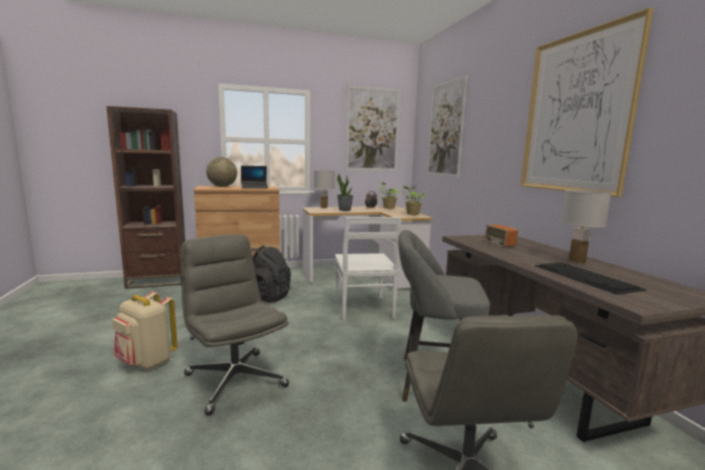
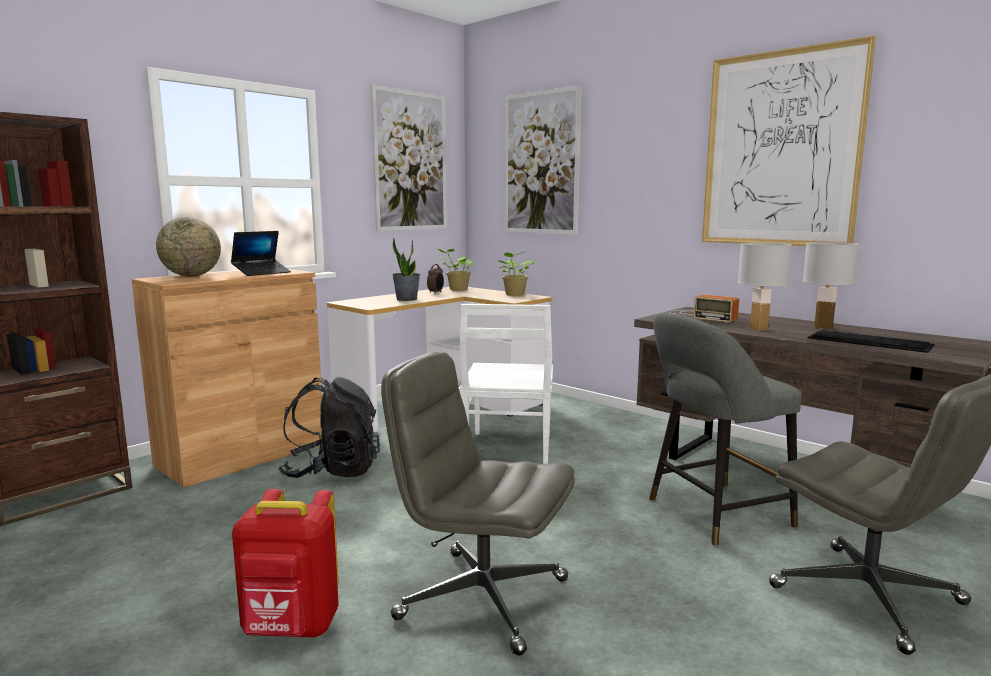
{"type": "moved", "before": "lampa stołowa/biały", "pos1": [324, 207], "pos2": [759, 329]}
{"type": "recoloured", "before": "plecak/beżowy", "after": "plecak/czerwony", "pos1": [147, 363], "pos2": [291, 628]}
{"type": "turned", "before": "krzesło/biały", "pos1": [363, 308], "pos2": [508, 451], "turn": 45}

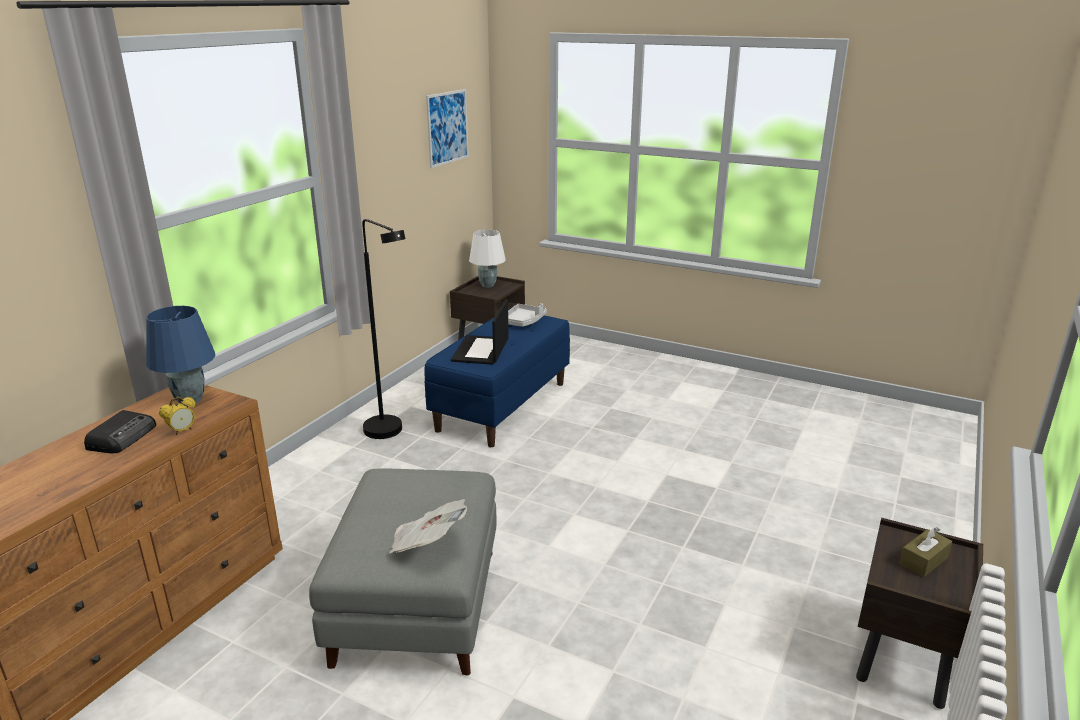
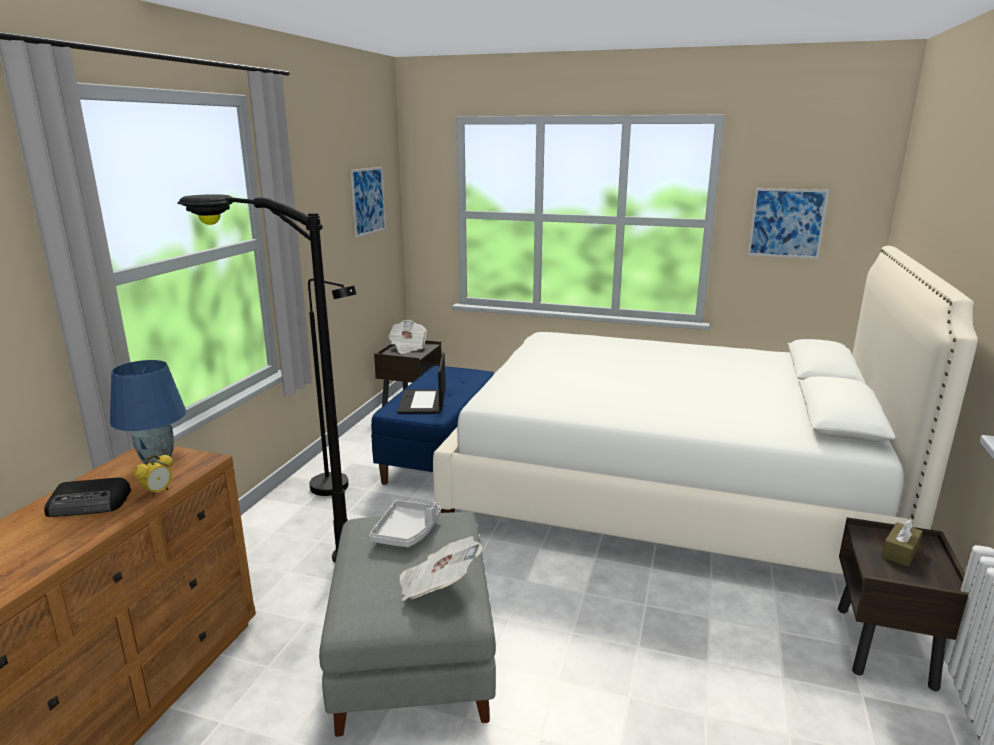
{"type": "added", "after": "lampa stojąca/czarny", "pos2": [279, 546]}
{"type": "added", "after": "łóżko/biały", "pos2": [665, 489]}
{"type": "added", "after": "obraz", "pos2": [787, 223]}
{"type": "moved", "before": "taca/szary", "pos1": [523, 321], "pos2": [407, 532]}
{"type": "replaced", "before": "lampa stołowa/biały", "after": "gazeta", "pos1": [488, 285], "pos2": [407, 347]}
{"type": "turned", "before": "radio", "pos1": [123, 437], "pos2": [90, 504], "turn": 75}

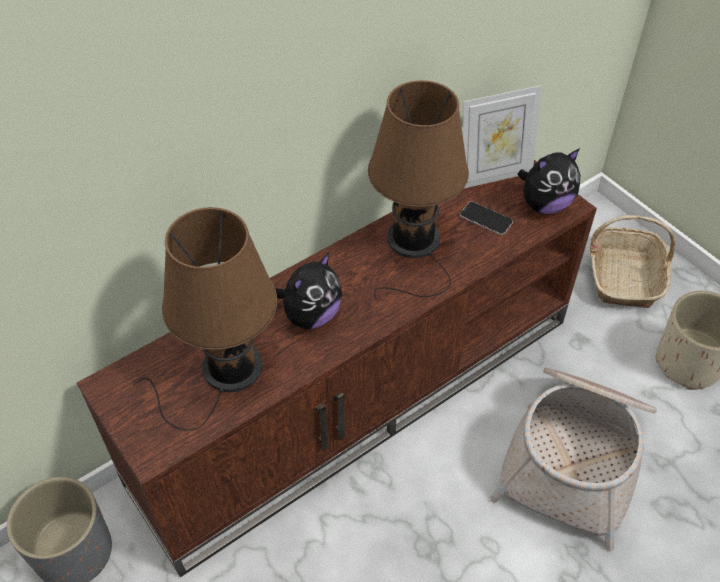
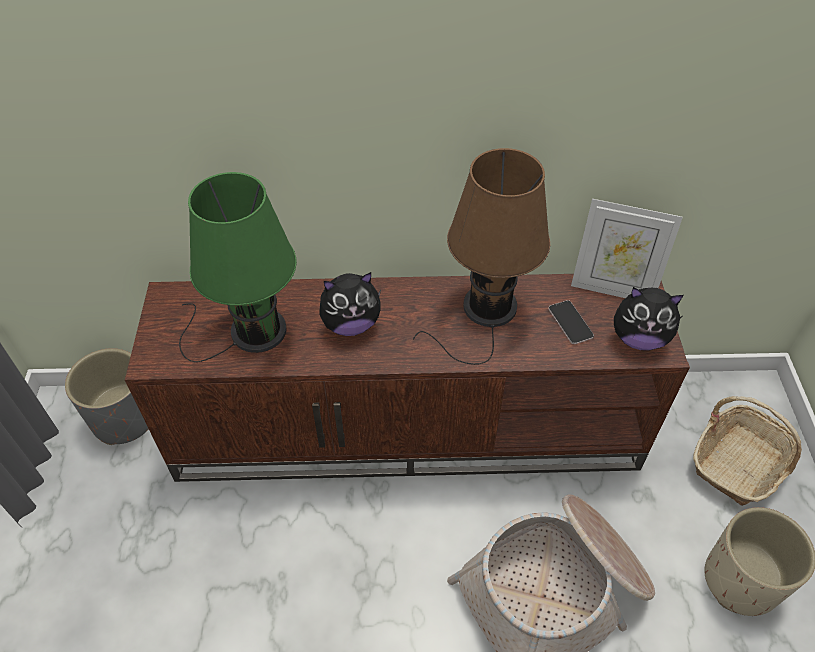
{"type": "recoloured", "before": "lampa stołowa/brązowy", "after": "lampa stołowa/zielony", "pos1": [226, 371], "pos2": [251, 331]}

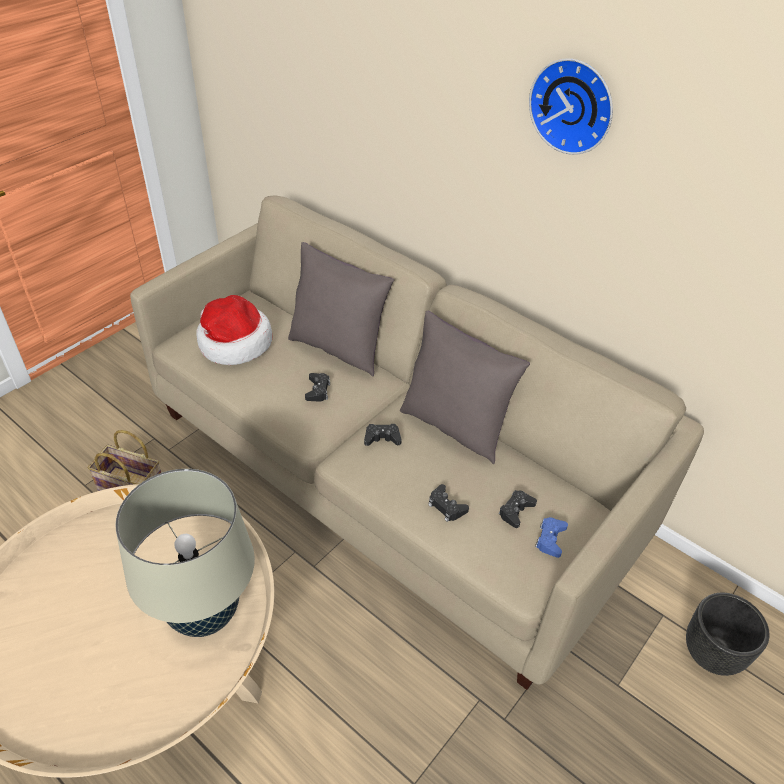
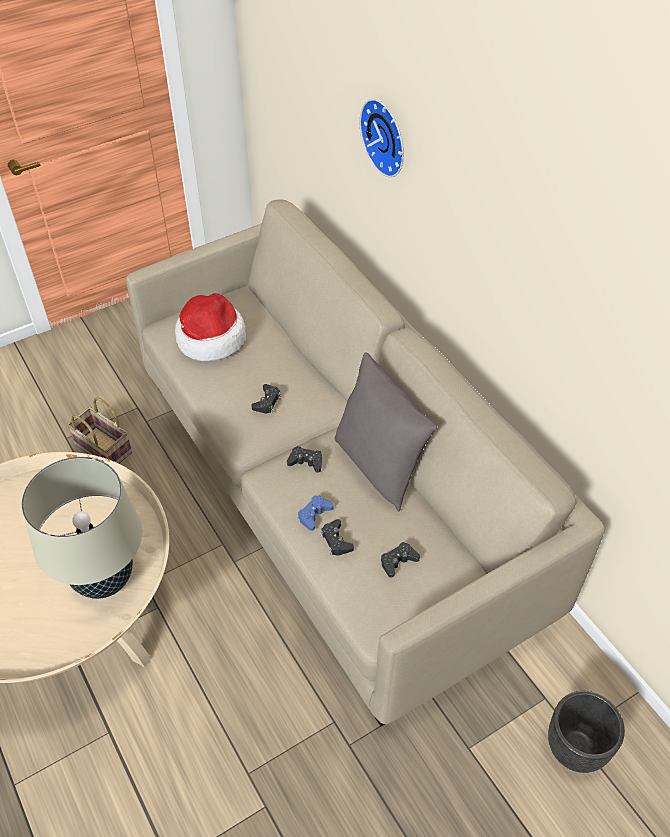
{"type": "removed", "before": "poduszka/szary", "pos1": [338, 348]}
{"type": "moved", "before": "zegar ścienny", "pos1": [573, 105], "pos2": [386, 136]}
{"type": "moved", "before": "pad do gier/niebieski", "pos1": [550, 539], "pos2": [314, 514]}

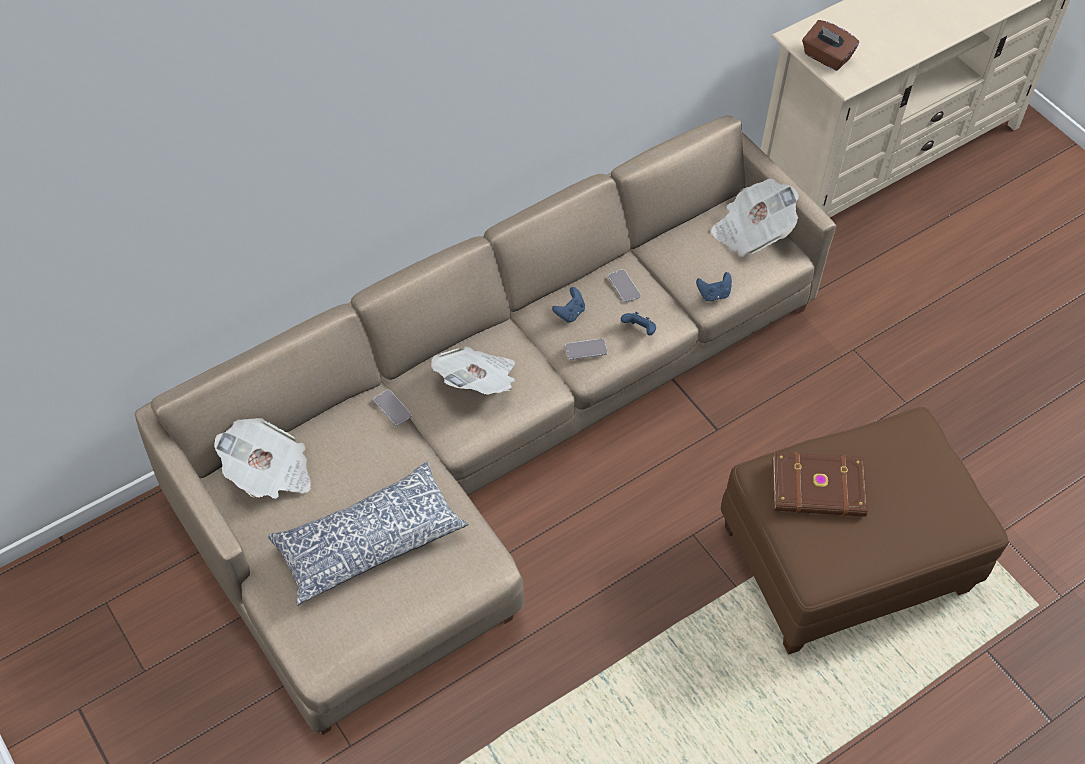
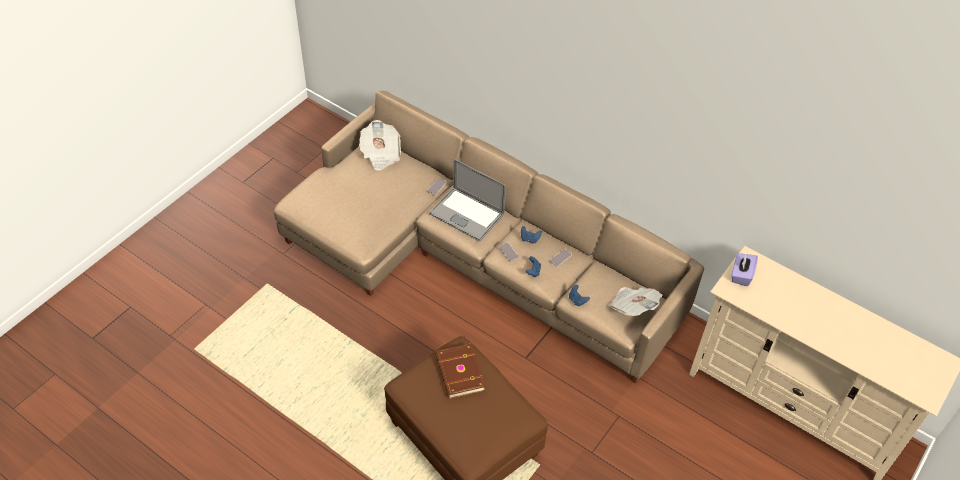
{"type": "removed", "before": "poduszka", "pos1": [367, 541]}
{"type": "replaced", "before": "gazeta", "after": "laptop", "pos1": [478, 383], "pos2": [466, 214]}
{"type": "recoloured", "before": "pudełko chusteczek/brązowy", "after": "pudełko chusteczek/fioletowy", "pos1": [826, 57], "pos2": [741, 275]}

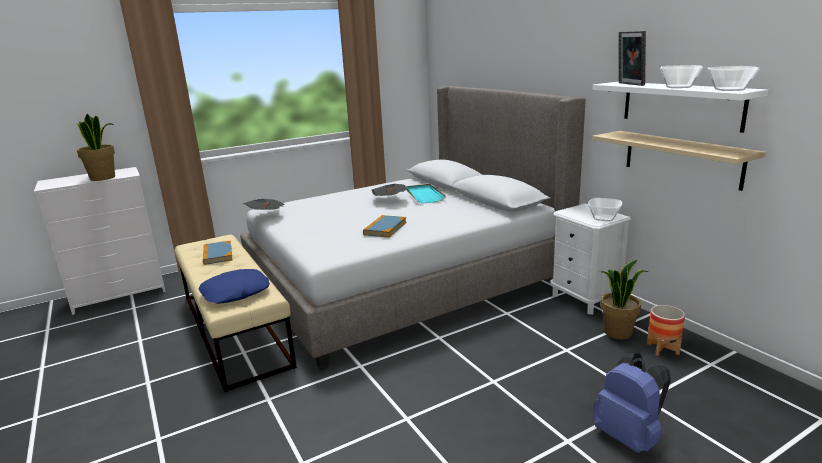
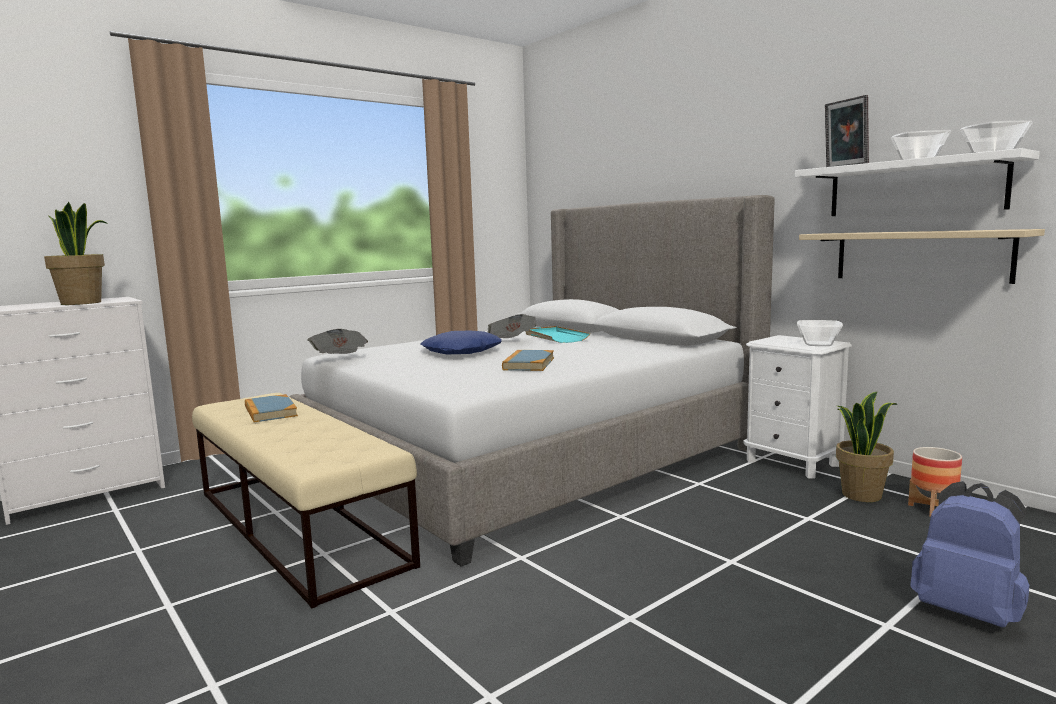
{"type": "moved", "before": "poduszka/niebieski", "pos1": [235, 293], "pos2": [462, 351]}

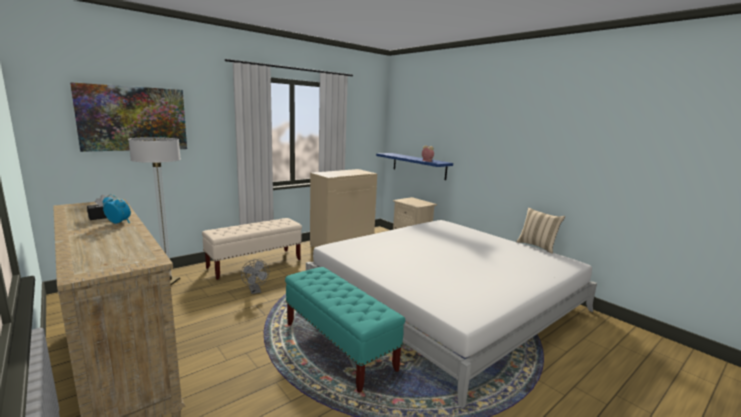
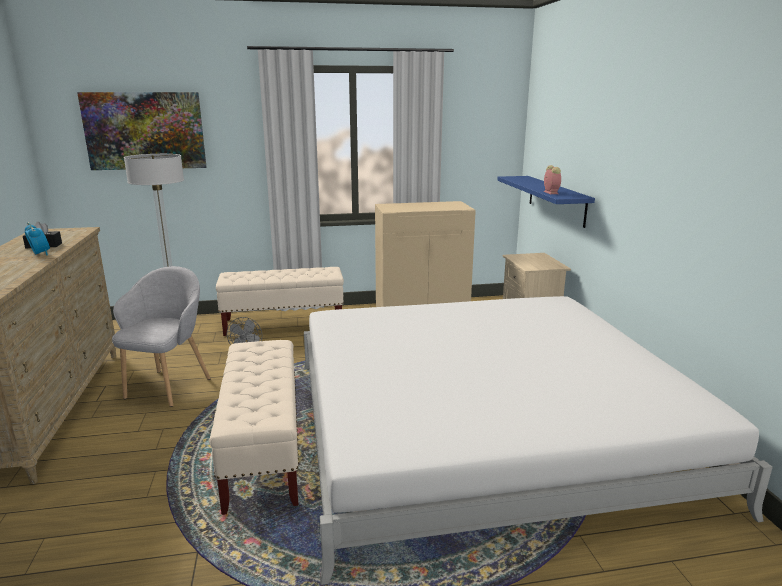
{"type": "removed", "before": "poduszka/beżowy", "pos1": [537, 246]}
{"type": "added", "after": "fotel/szary", "pos2": [169, 386]}
{"type": "recoloured", "before": "ławka/turkusowy", "after": "ławka/beżowy", "pos1": [338, 346], "pos2": [263, 451]}

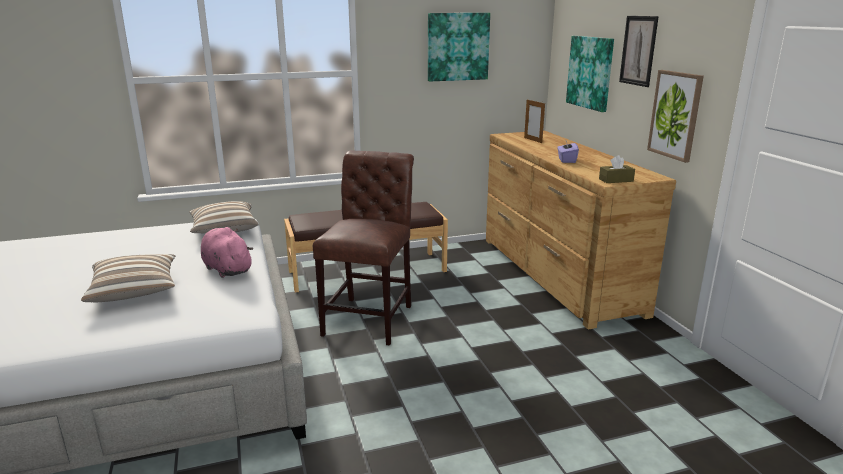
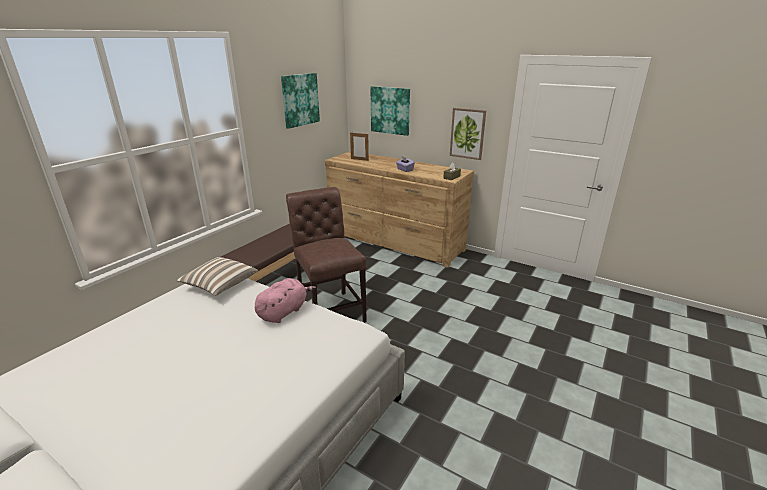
{"type": "removed", "before": "poduszka", "pos1": [135, 291]}
{"type": "removed", "before": "obraz", "pos1": [638, 50]}
{"type": "turned", "before": "pluszak/różowy", "pos1": [226, 269], "pos2": [284, 312], "turn": 120}

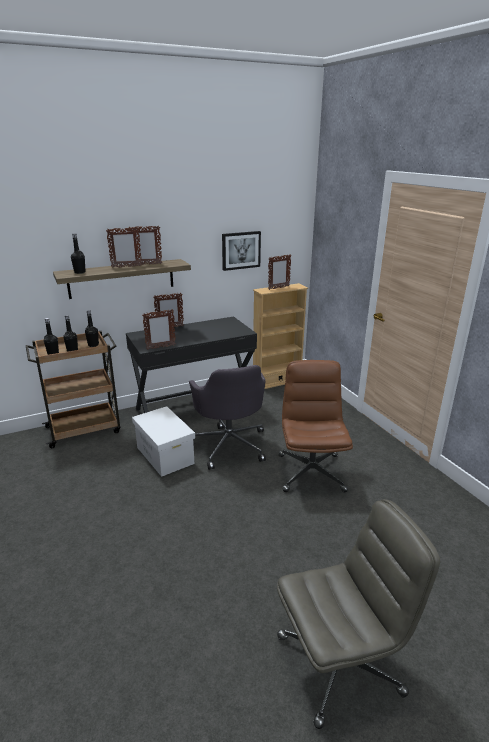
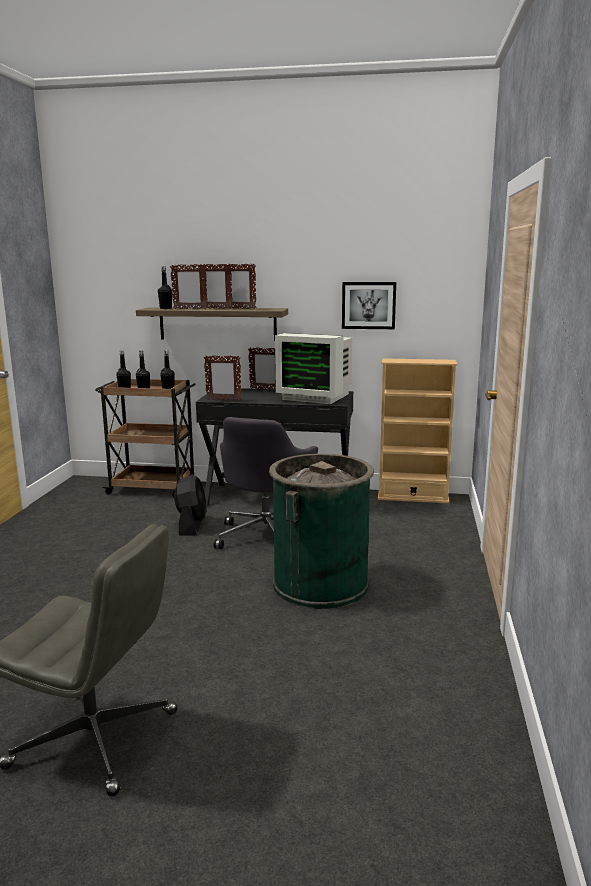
{"type": "added", "after": "monitor", "pos2": [316, 396]}
{"type": "moved", "before": "ramka na zdjęcie", "pos1": [278, 288], "pos2": [190, 309]}
{"type": "replaced", "before": "pojemnik do przechowywania/biały", "after": "wentylator/czarny", "pos1": [164, 455], "pos2": [191, 525]}
{"type": "replaced", "before": "krzesło biurowe/brązowy", "after": "kosz na śmieci/zielony", "pos1": [310, 472], "pos2": [321, 584]}

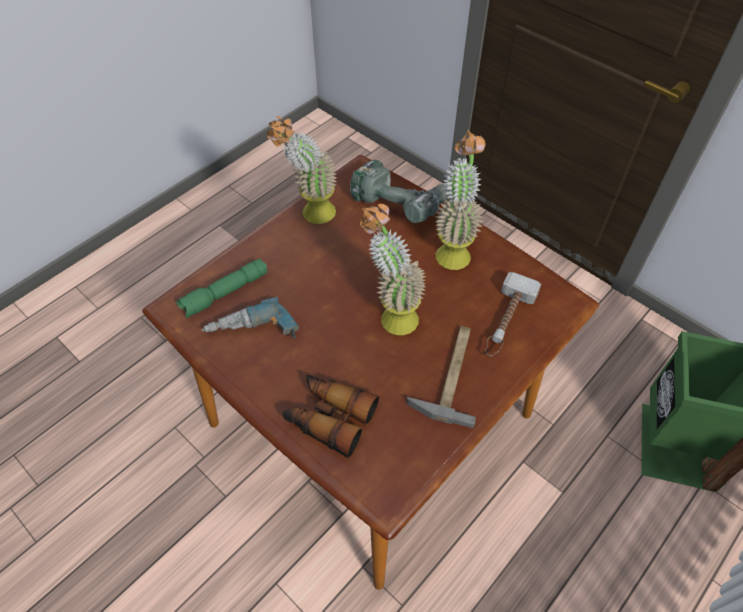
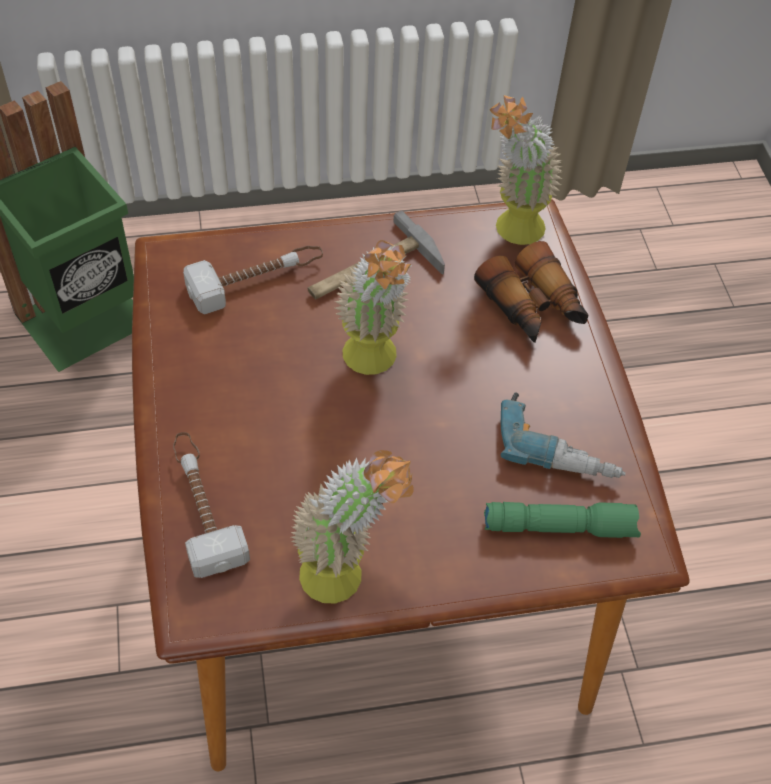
{"type": "moved", "before": "roślina doniczkowa", "pos1": [453, 249], "pos2": [511, 234]}
{"type": "replaced", "before": "wiertarka", "after": "młotek", "pos1": [401, 204], "pos2": [202, 506]}

